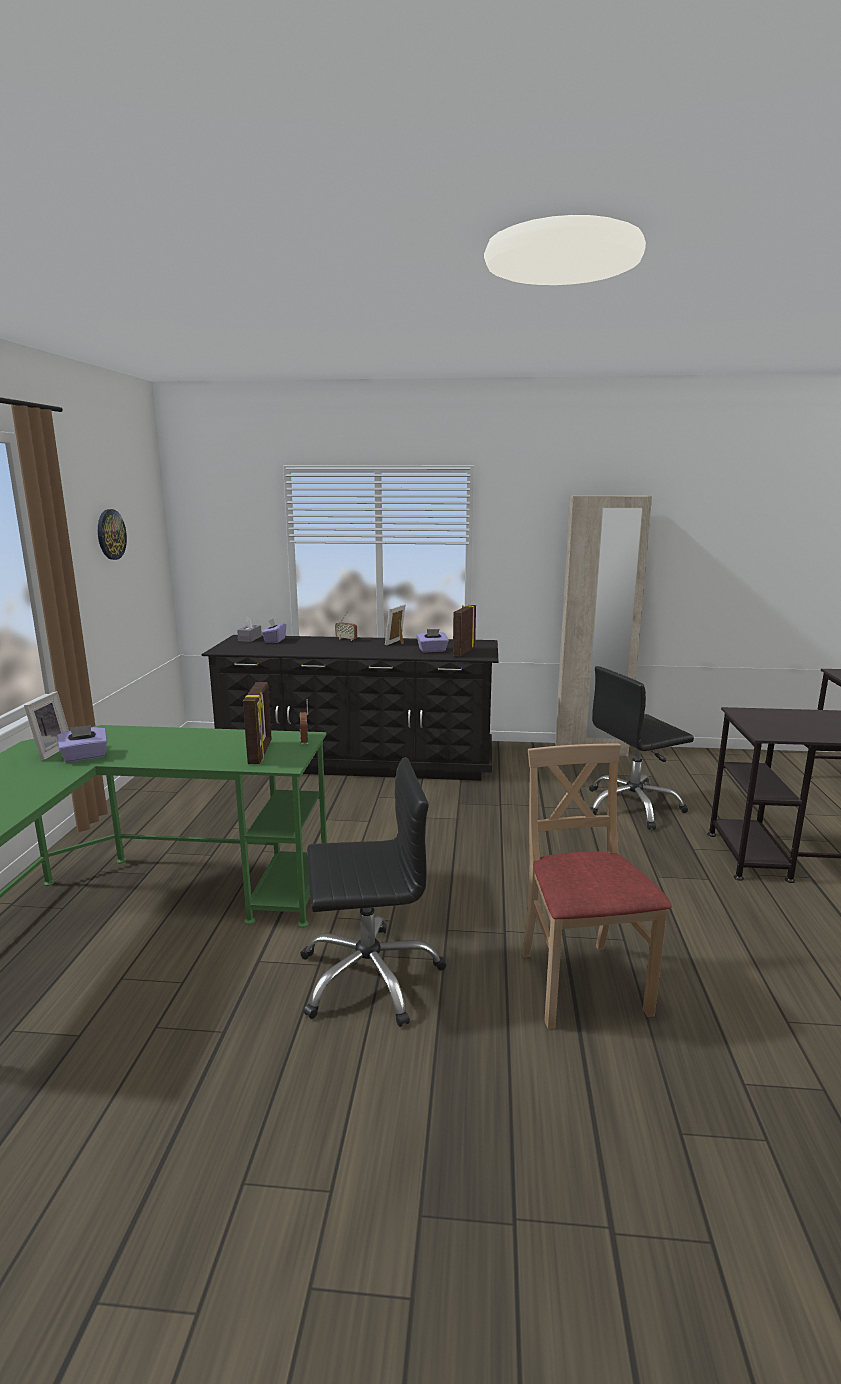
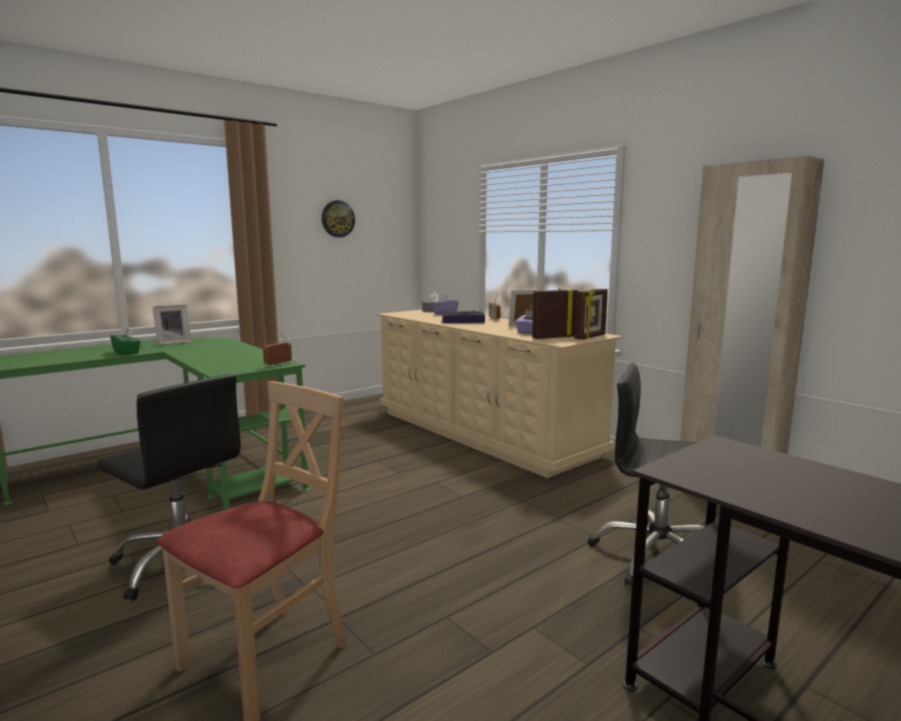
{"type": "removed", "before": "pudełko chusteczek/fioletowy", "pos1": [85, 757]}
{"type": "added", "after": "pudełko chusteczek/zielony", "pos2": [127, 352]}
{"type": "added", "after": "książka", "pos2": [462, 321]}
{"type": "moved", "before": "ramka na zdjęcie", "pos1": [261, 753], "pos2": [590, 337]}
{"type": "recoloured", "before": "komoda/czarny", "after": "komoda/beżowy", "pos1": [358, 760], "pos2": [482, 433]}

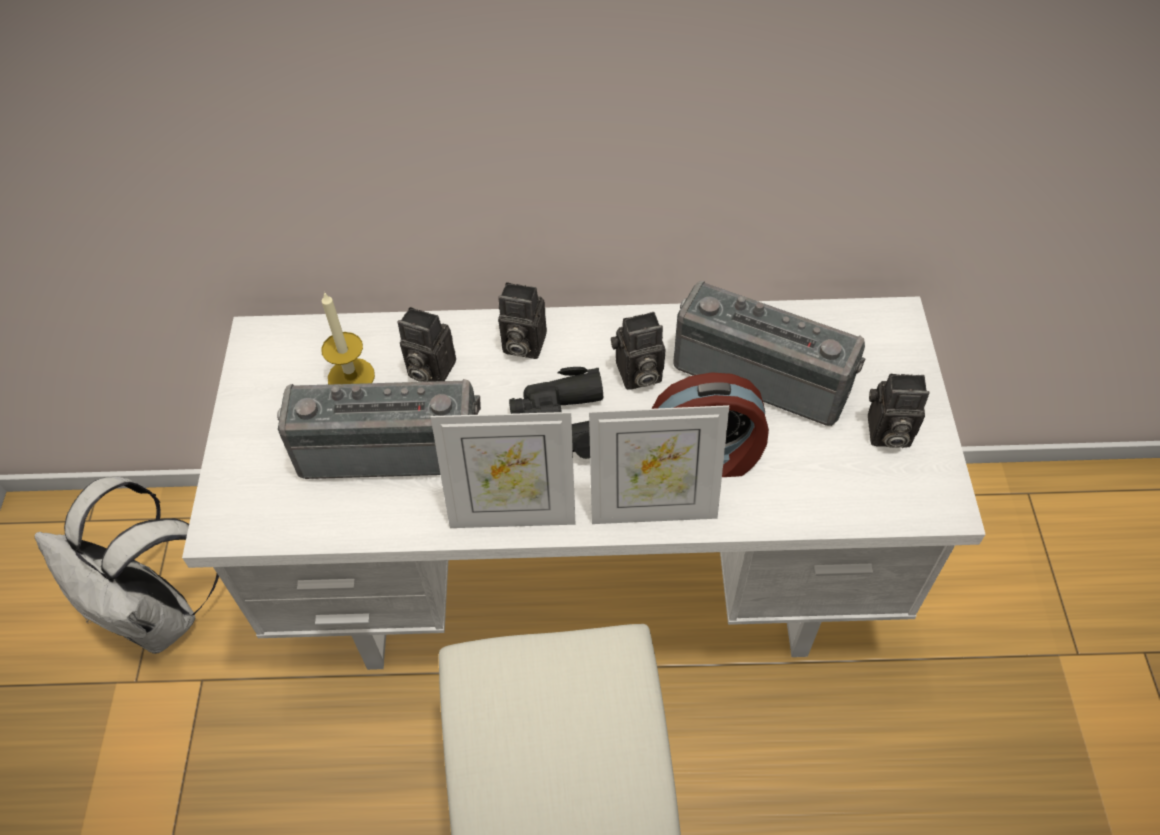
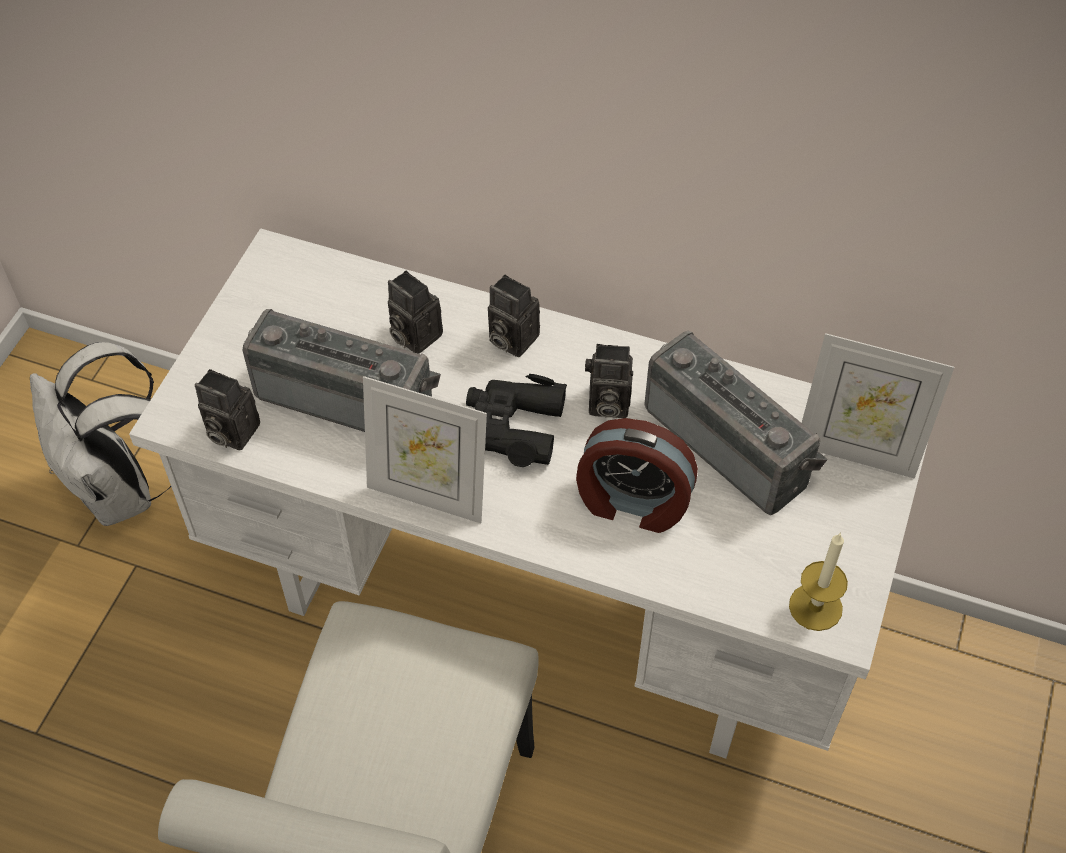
{"type": "moved", "before": "świeca", "pos1": [351, 376], "pos2": [815, 607]}
{"type": "moved", "before": "ramka na zdjęcie", "pos1": [653, 509], "pos2": [857, 451]}
{"type": "moved", "before": "aparat fotograficzny", "pos1": [886, 433], "pos2": [230, 432]}

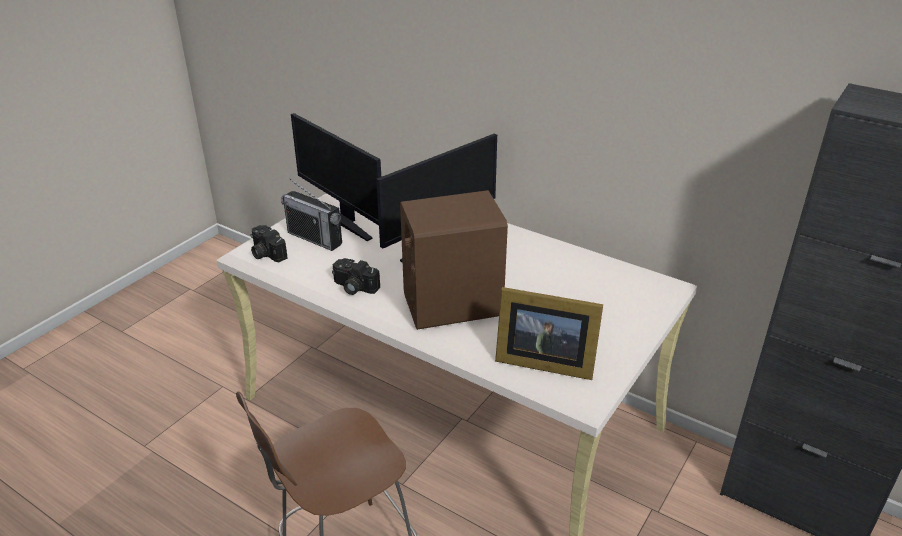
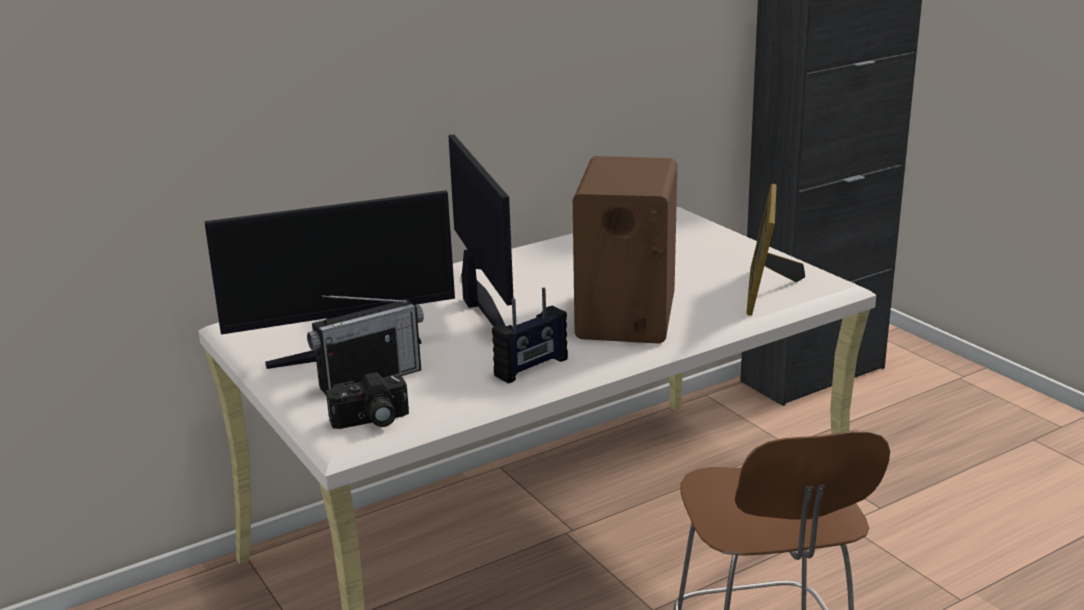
{"type": "replaced", "before": "aparat fotograficzny", "after": "radio", "pos1": [353, 287], "pos2": [532, 368]}
{"type": "turned", "before": "ramka na zdjęcie", "pos1": [542, 361], "pos2": [766, 291], "turn": 150}

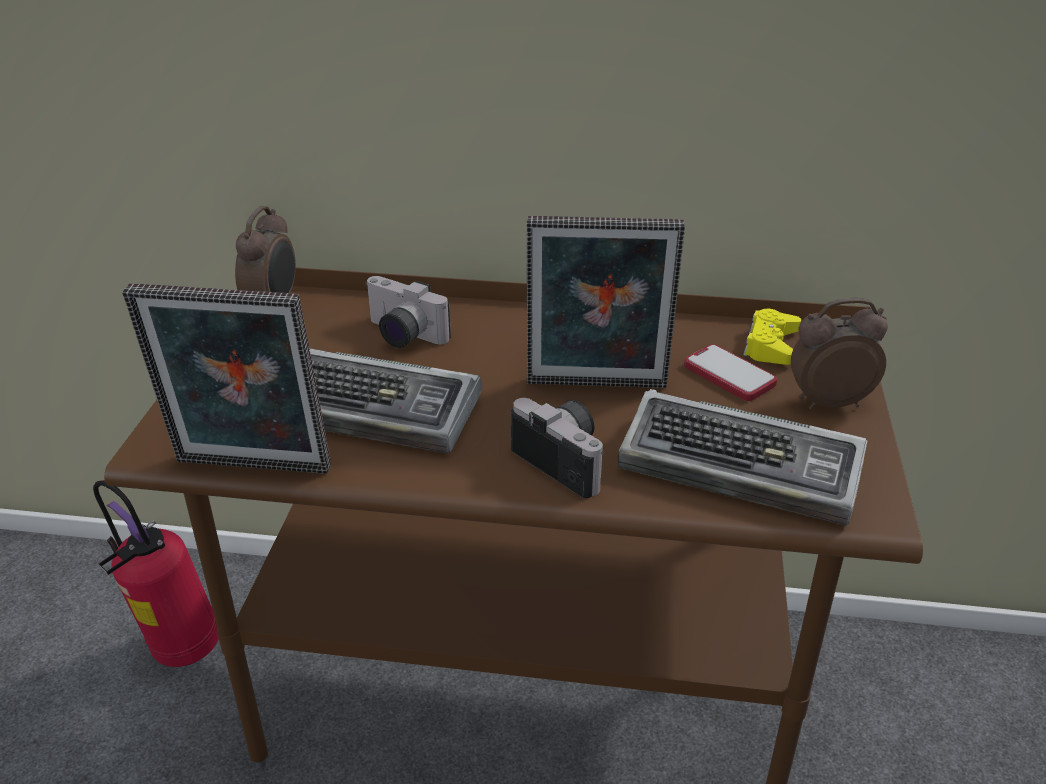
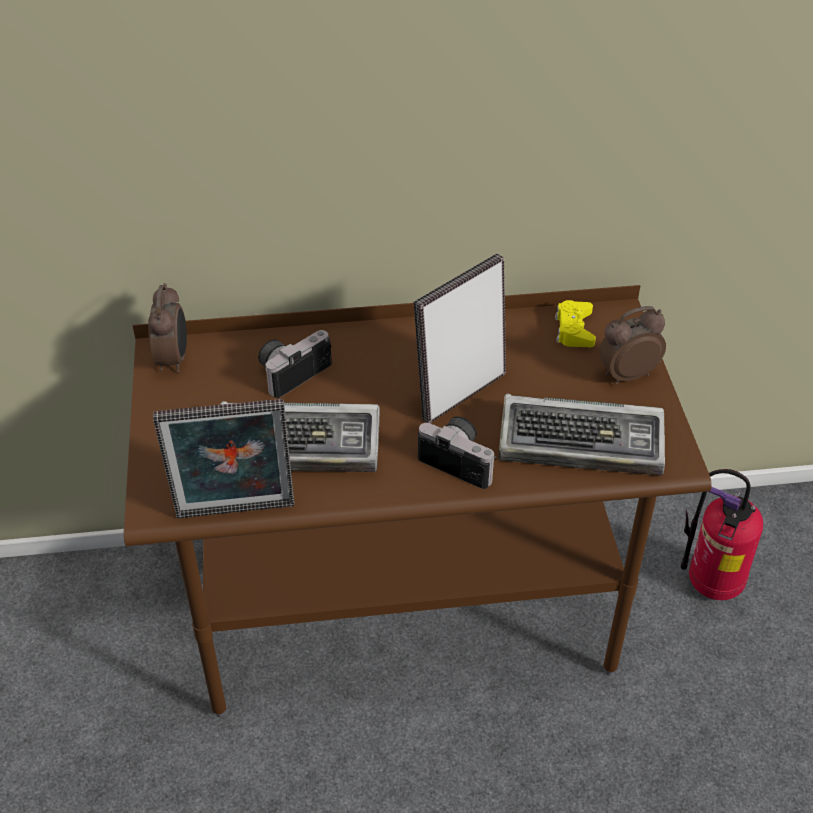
{"type": "removed", "before": "telefon", "pos1": [729, 375]}
{"type": "moved", "before": "gaśnica", "pos1": [180, 650], "pos2": [710, 586]}
{"type": "turned", "before": "aparat fotograficzny", "pos1": [401, 336], "pos2": [292, 371], "turn": 120}
{"type": "turned", "before": "ramka na zdjęcie", "pos1": [596, 387], "pos2": [459, 393], "turn": 150}

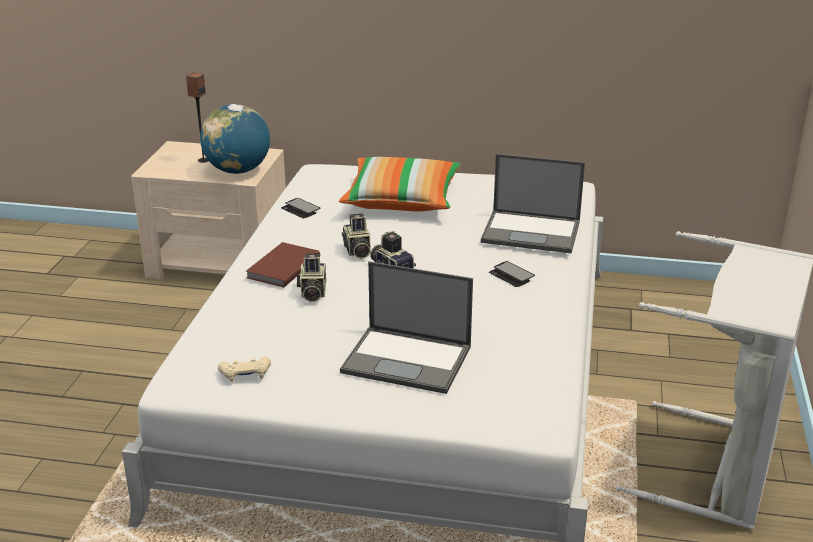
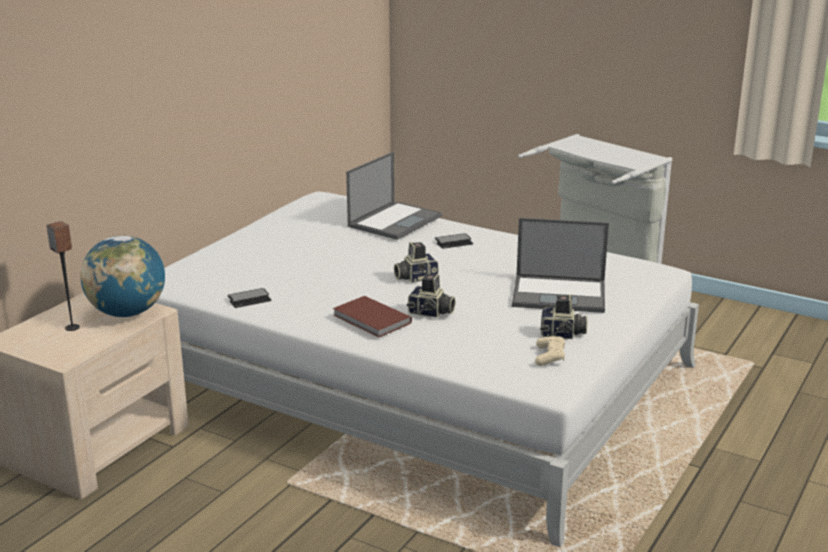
{"type": "removed", "before": "poduszka", "pos1": [402, 200]}
{"type": "moved", "before": "aparat fotograficzny", "pos1": [356, 251], "pos2": [563, 334]}
{"type": "turned", "before": "laptop", "pos1": [408, 360], "pos2": [560, 294], "turn": 60}

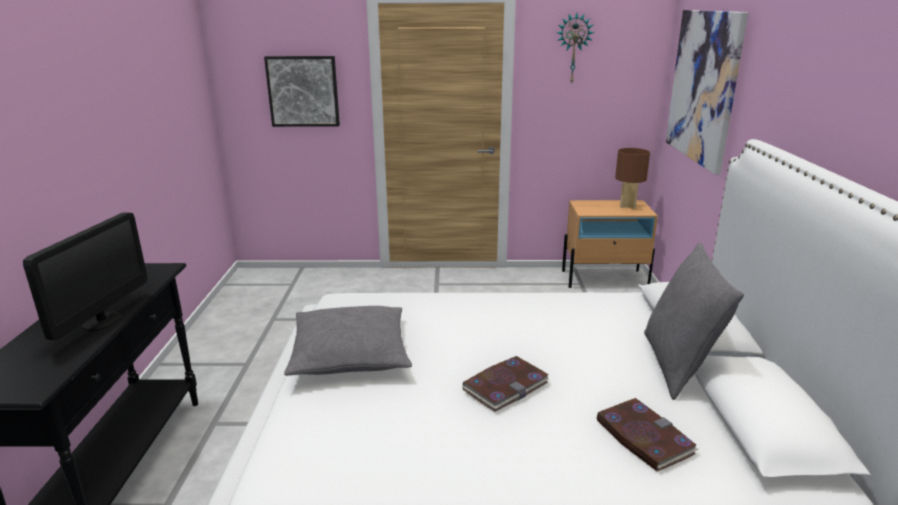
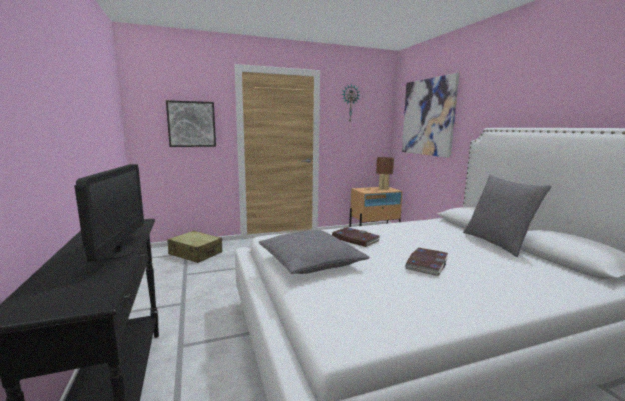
{"type": "added", "after": "walizka/beżowy", "pos2": [195, 254]}
{"type": "moved", "before": "książka", "pos1": [643, 437], "pos2": [355, 239]}

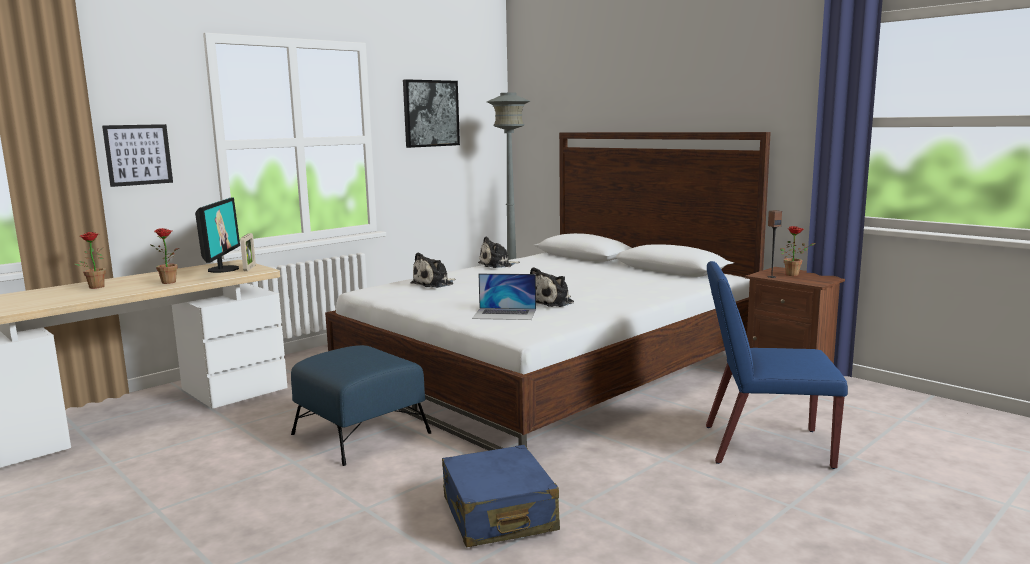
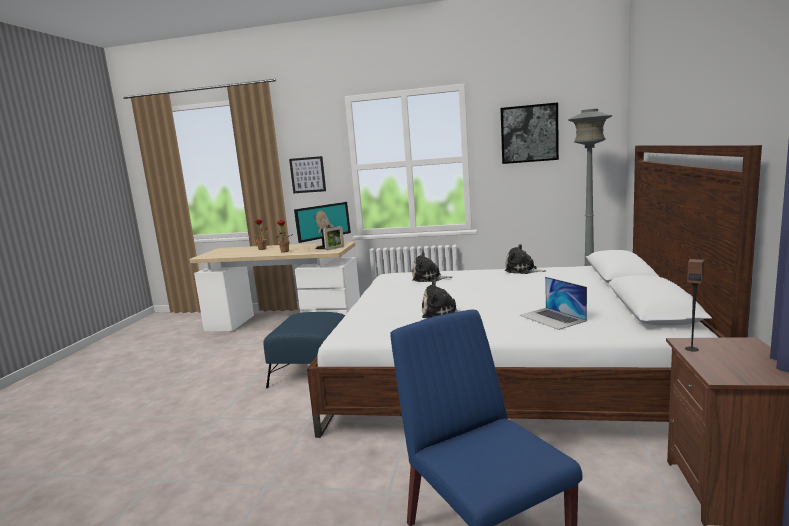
{"type": "removed", "before": "walizka/niebieski", "pos1": [498, 514]}
{"type": "removed", "before": "roślina doniczkowa", "pos1": [794, 274]}
{"type": "moved", "before": "laptop", "pos1": [505, 314], "pos2": [552, 318]}

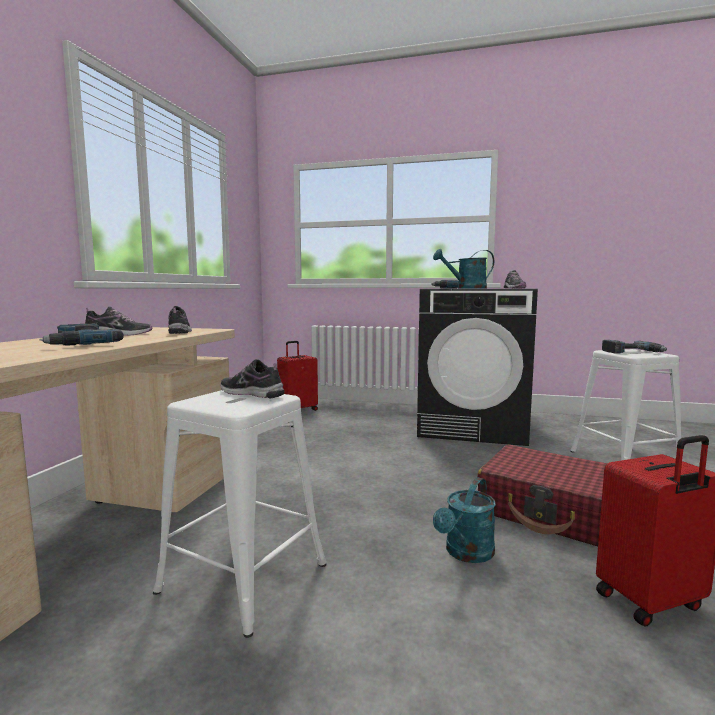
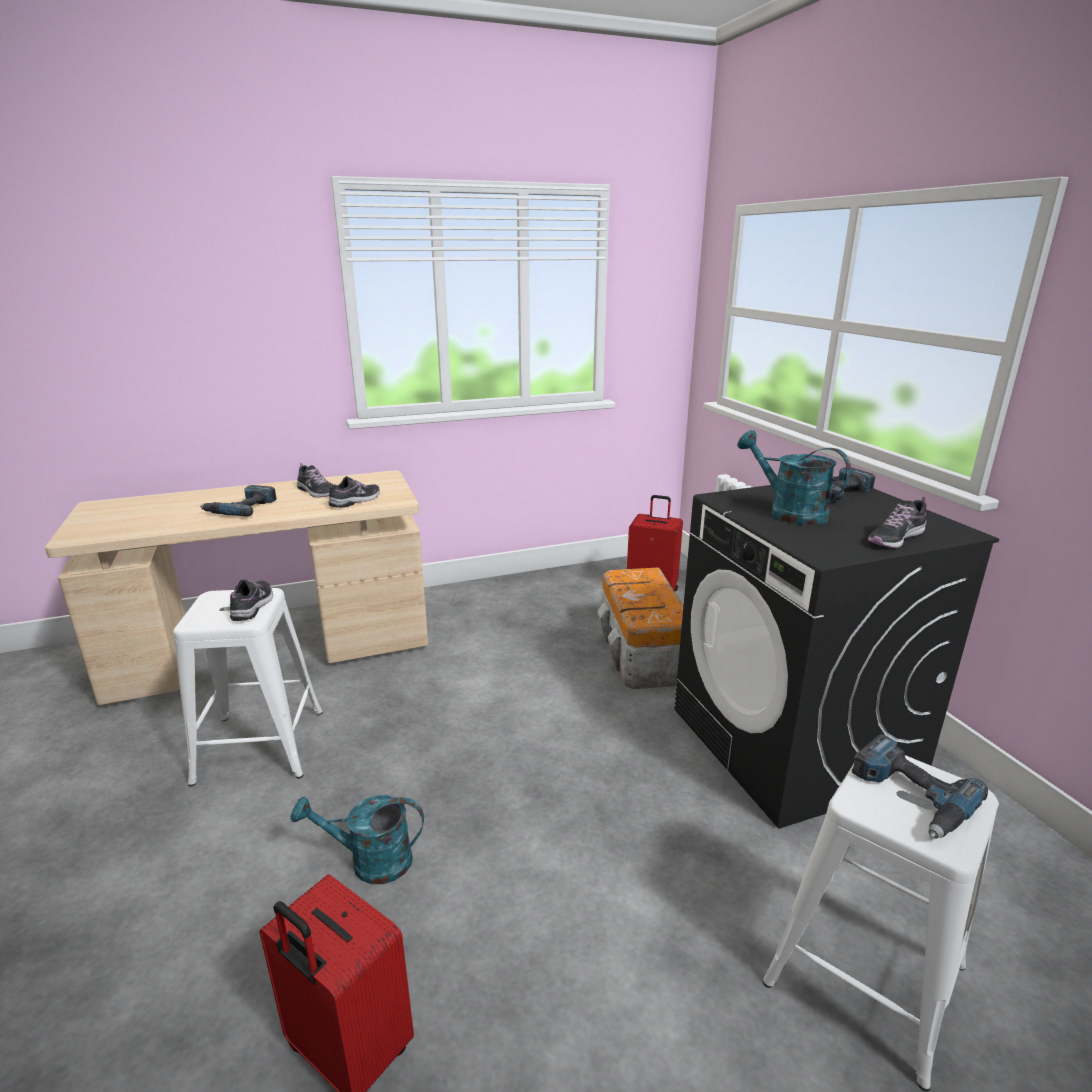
{"type": "removed", "before": "walizka/czerwony", "pos1": [552, 511]}
{"type": "added", "after": "pojemnik do przechowywania", "pos2": [642, 652]}

